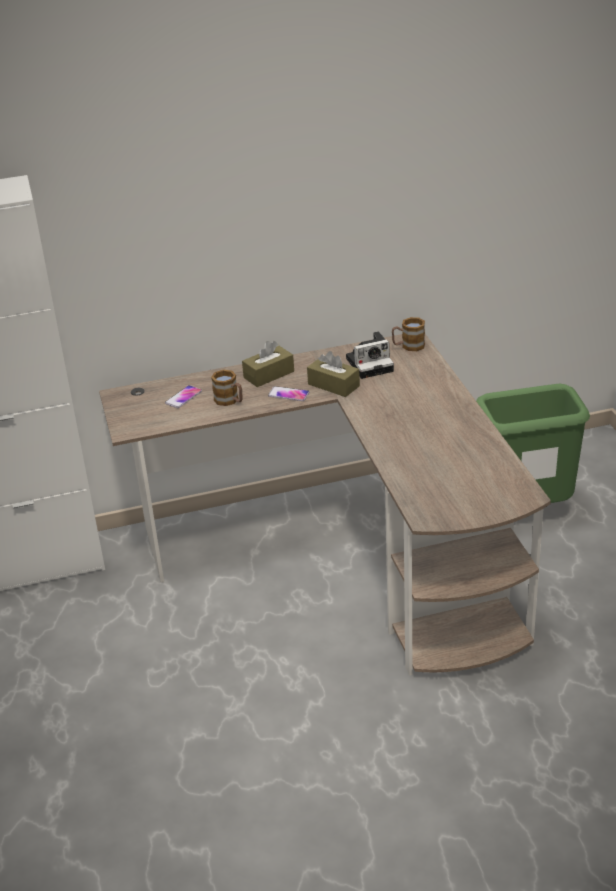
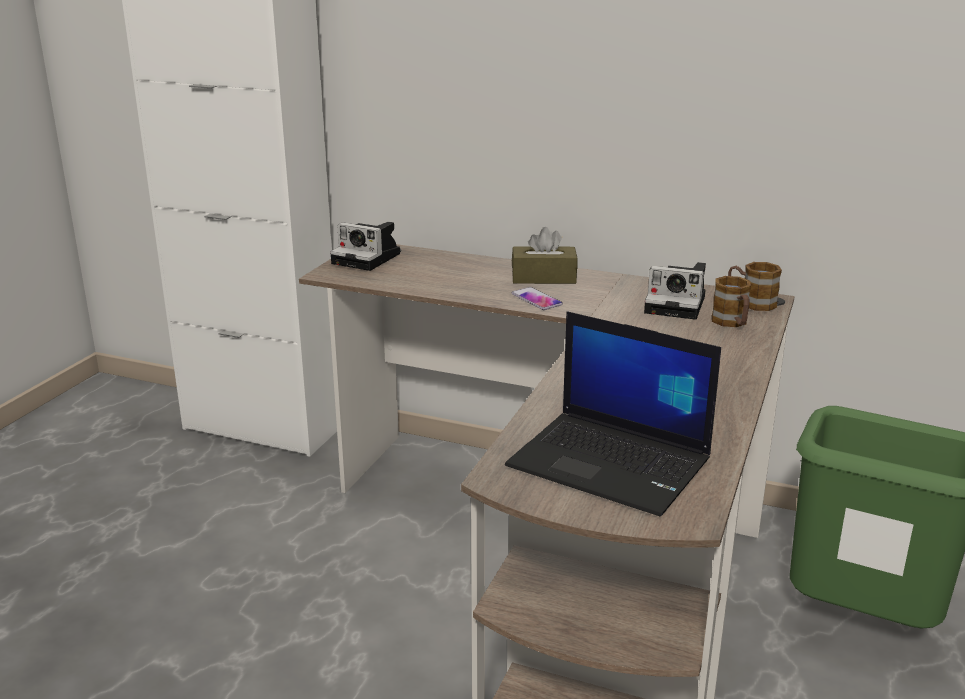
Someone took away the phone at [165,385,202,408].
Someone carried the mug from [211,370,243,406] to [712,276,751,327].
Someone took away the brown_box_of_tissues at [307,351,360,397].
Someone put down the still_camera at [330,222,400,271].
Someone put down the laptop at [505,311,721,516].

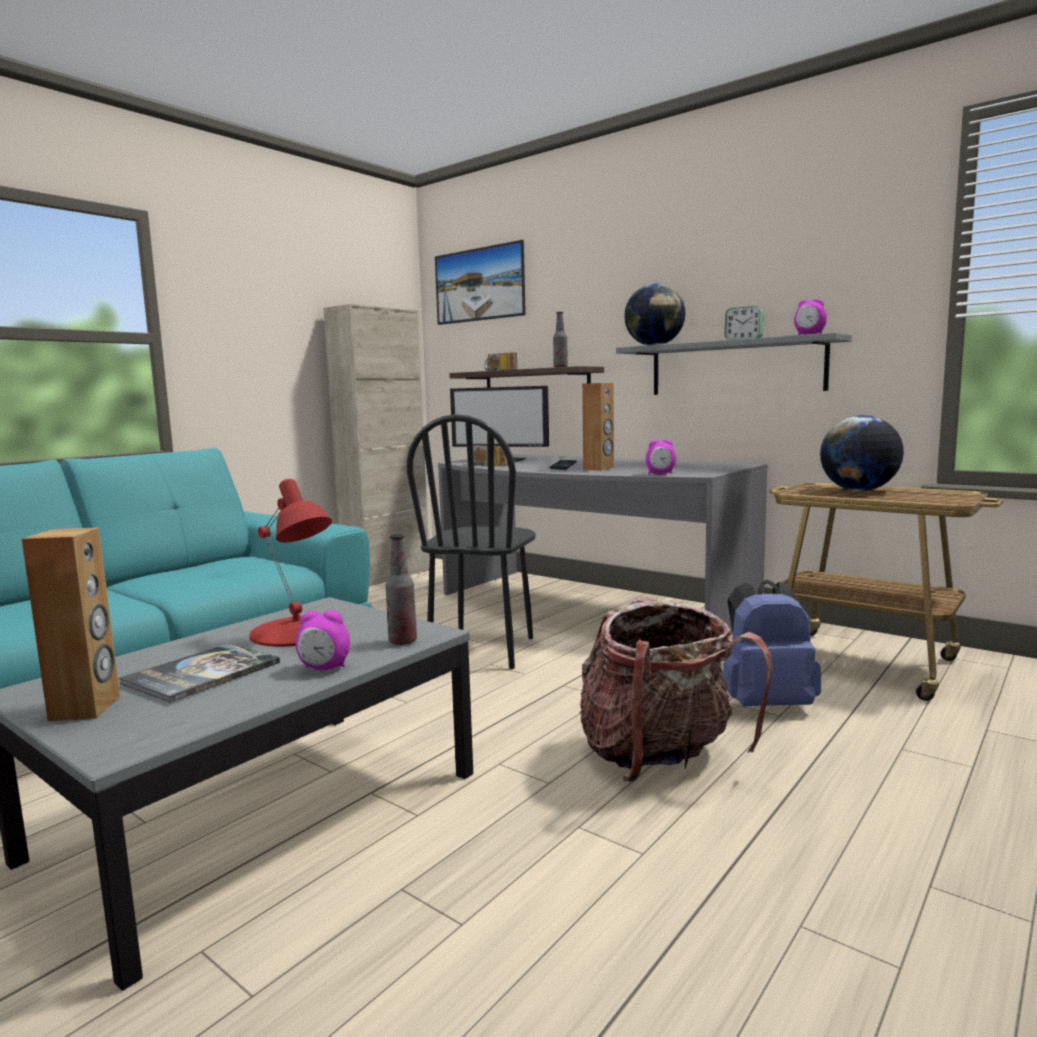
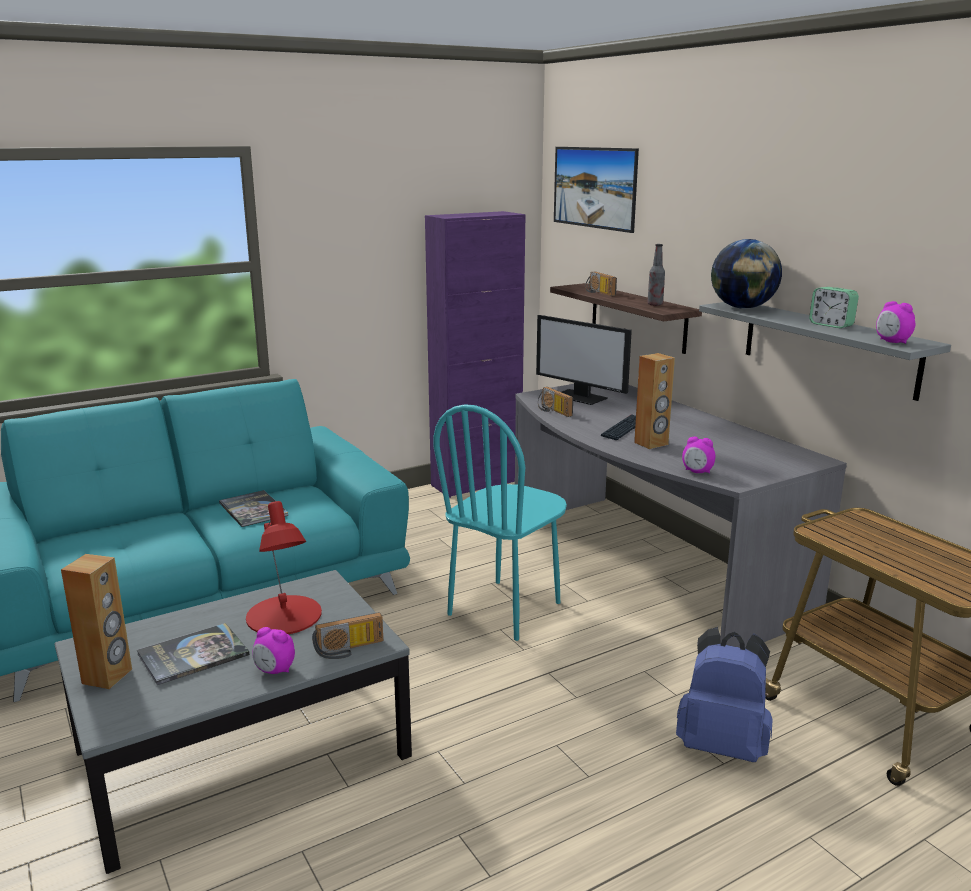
Someone repainted the beige-coloured_cabinet at [323,304,430,586], which became the purple_cabinet at [425,211,525,498].
Someone swapped the bottle at [386,534,417,645] for the radio_set at [312,612,383,659].
Someone repainted the black_plain_chair at [407,414,536,669], which became the blue-green_plain_chair at [434,404,567,641].
Someone took away the rucksack at [579,598,773,782].
Someone took away the world_globe at [820,415,904,491].
Someone put down the bound_book at [219,490,289,527].

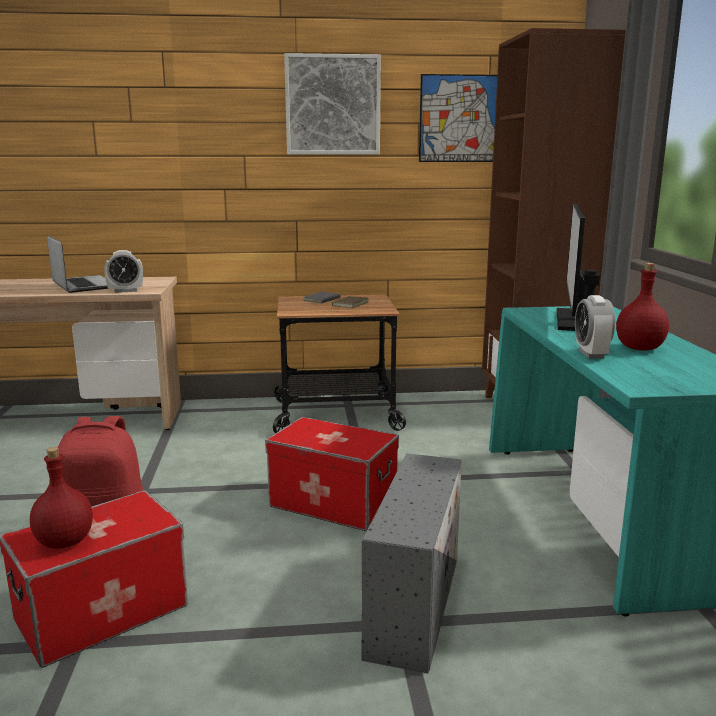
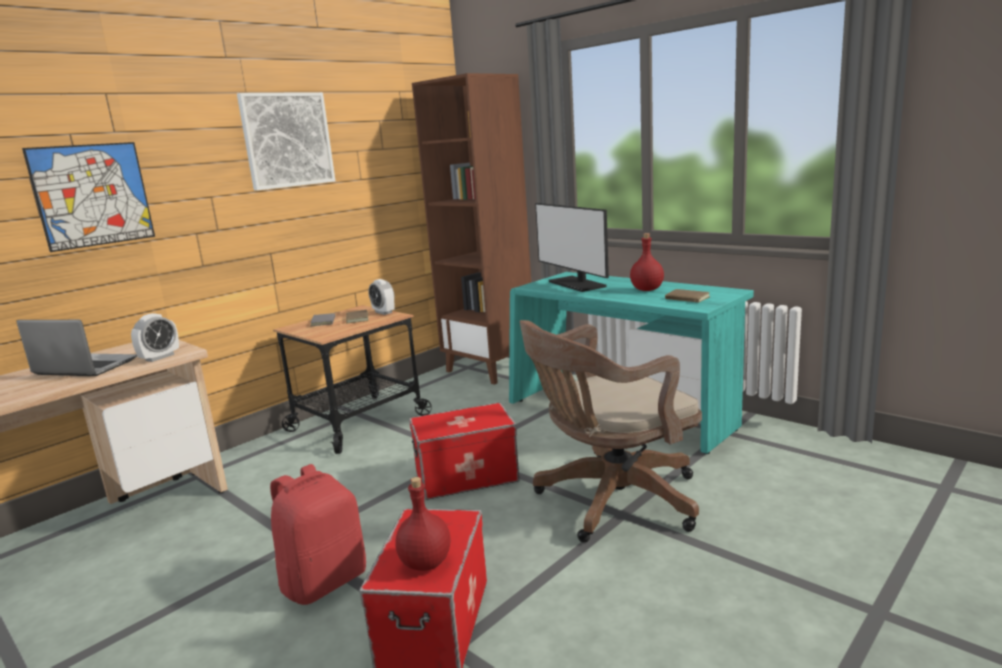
Someone swapped the grey_storage_bin at [362,453,462,673] for the brown_desk_chair at [520,320,702,543].
Someone carried the wall_picture from [419,74,497,162] to [22,142,155,252].
Someone carried the alarm_clock from [575,295,615,359] to [368,279,395,315].
Someone put down the brown_bound_book at [665,289,710,302].

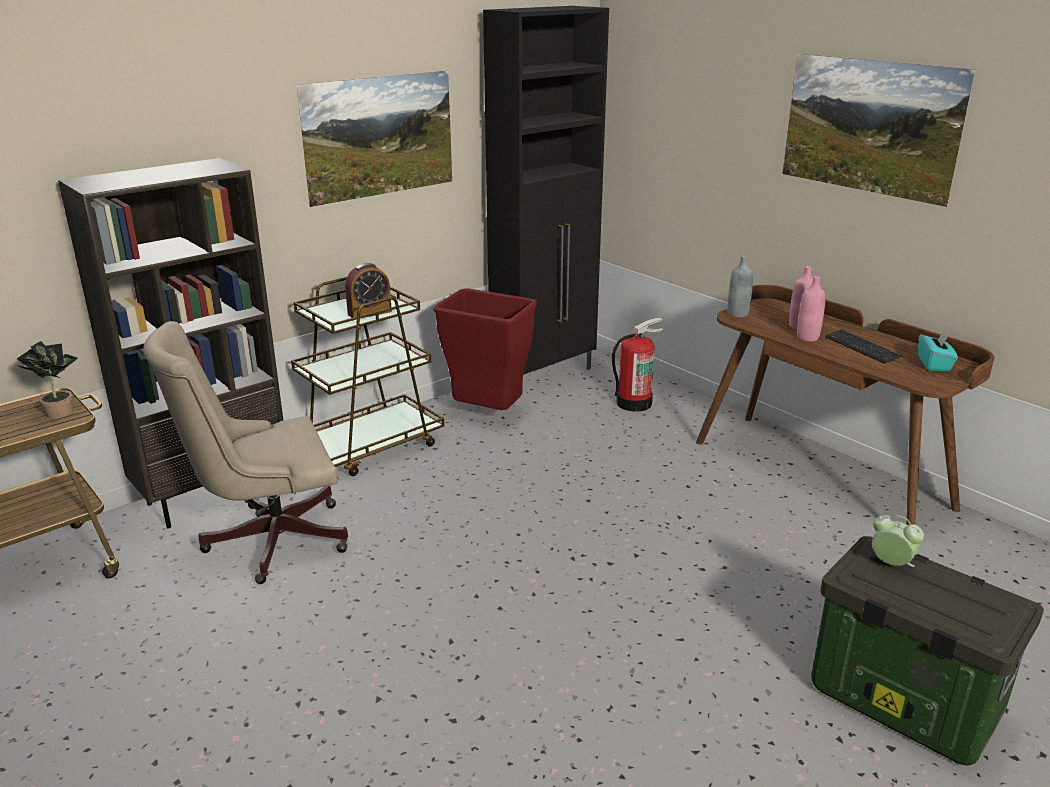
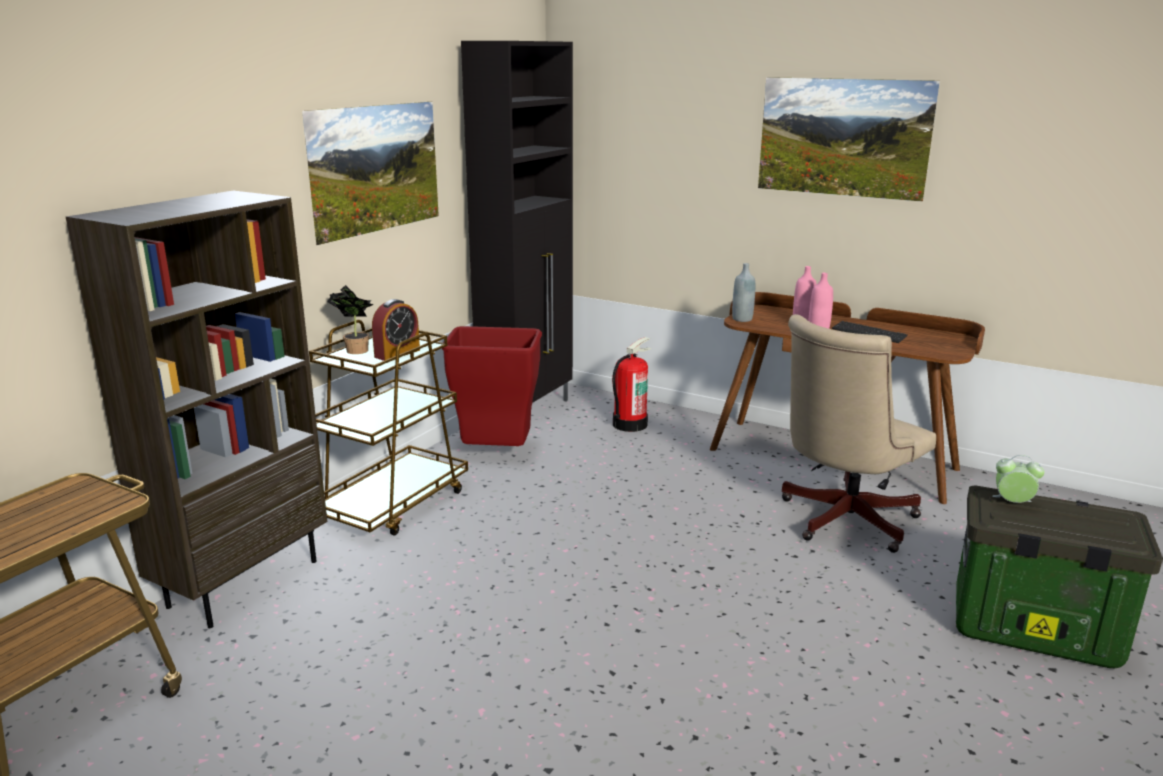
Someone carried the houseplant from [16,341,78,419] to [327,285,374,354].
Someone carried the beige-coloured_desk_chair from [143,321,348,584] to [782,314,936,553].
Someone took away the blue-green_box_of_tissues at [918,331,958,371].

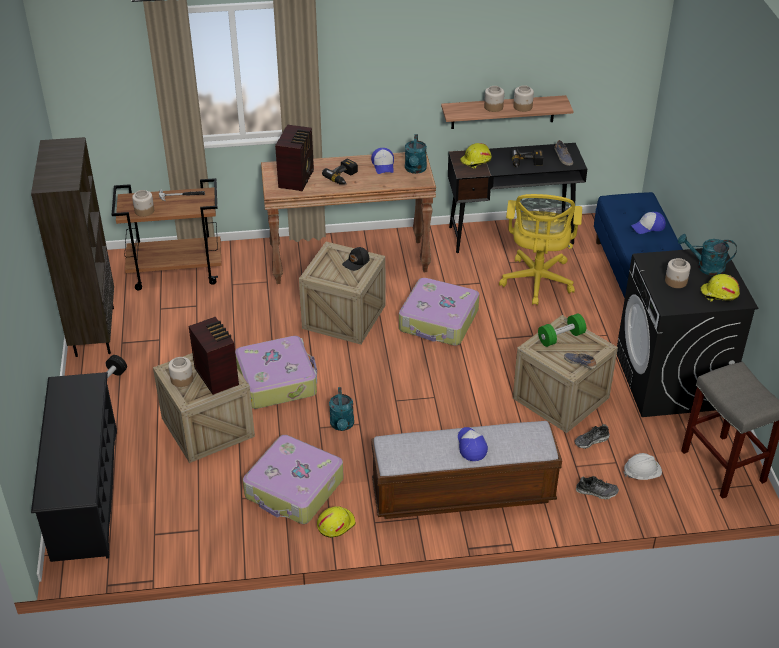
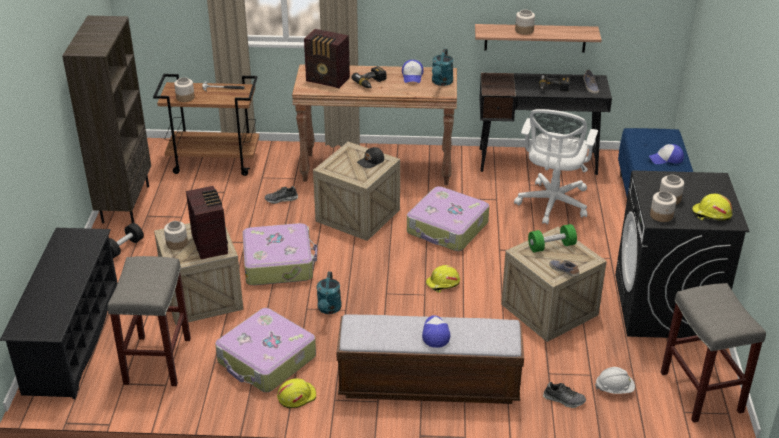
Someone rotated the radio_set at [275,125,314,191] by 90 degrees clockwise.
Someone carried the yellowish_safety_helmet from [460,143,492,168] to [426,265,460,293].
Someone repainted the yellowish_desk_chair at [499,194,582,305], which became the white_desk_chair at [514,109,598,225].
Someone carried the preserve_jar from [513,85,534,112] to [650,191,676,222].
Someone carried the low_shoe from [574,424,610,449] to [265,186,298,204].
Someone took away the blue-green_watering_can at [678,234,737,276].
Someone put down the grey_stool_seat at [108,256,191,386].

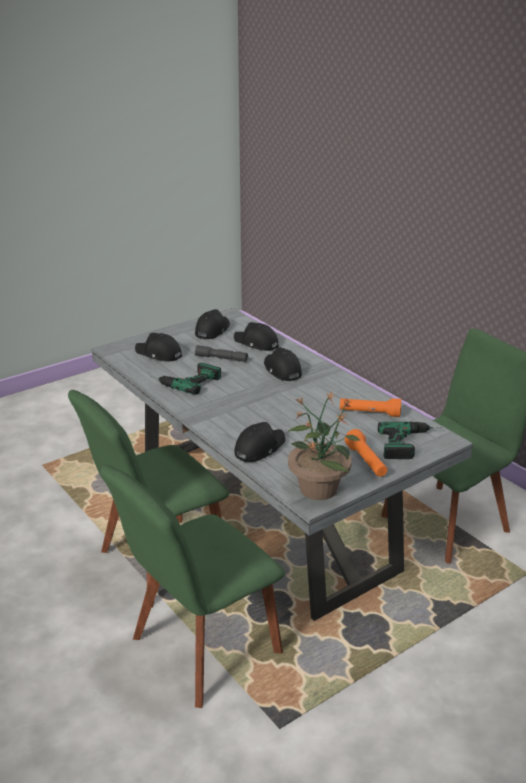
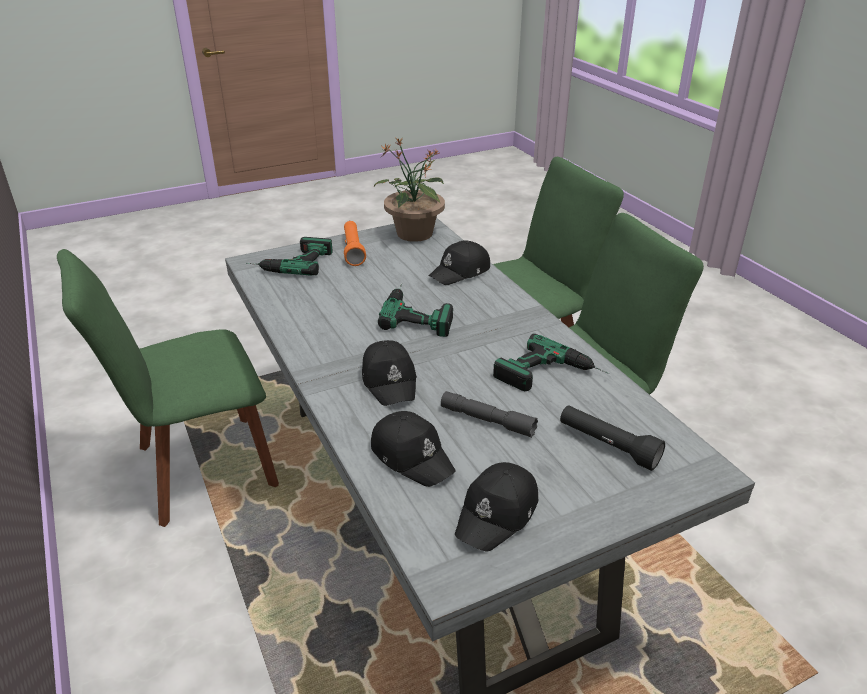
Someone swapped the black_baseball_cap at [135,333,182,361] for the black_flashlight at [560,405,665,471].
Someone took away the orange-coloured_flashlight at [340,398,401,417].
Someone put down the power_drill at [378,284,453,337].

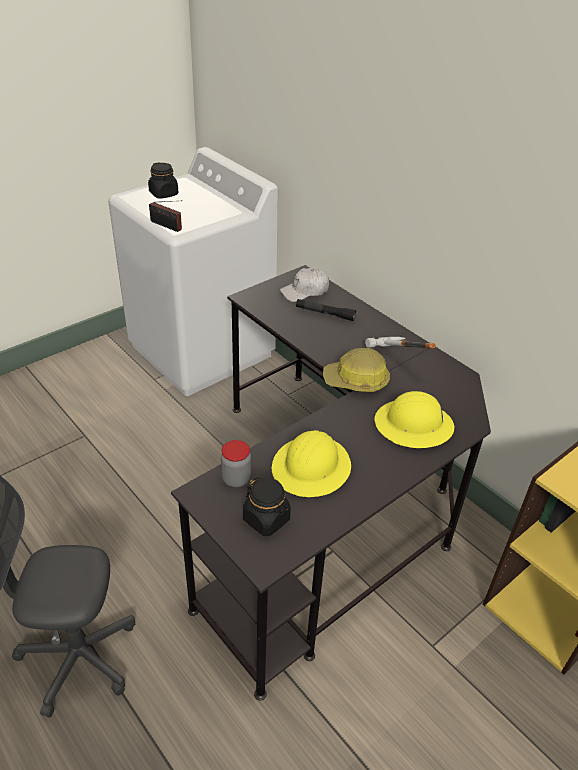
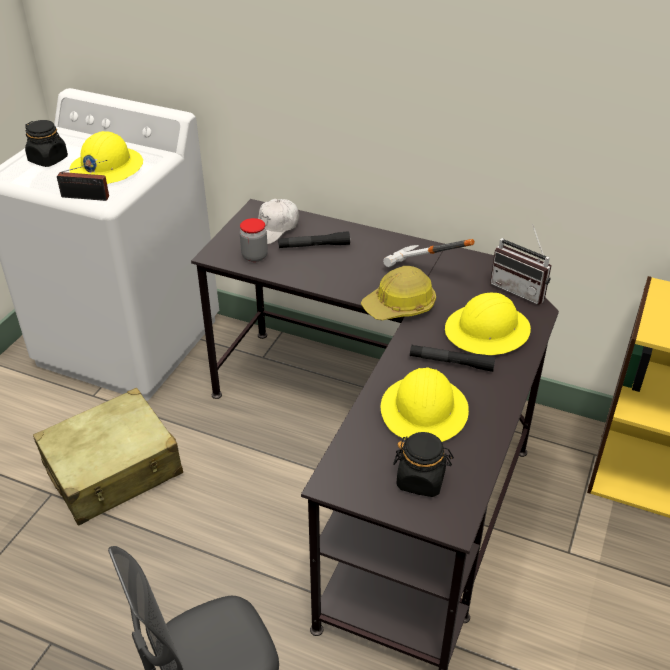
Someone carried the preserve_jar from [221,440,251,487] to [240,218,268,262].
Someone put down the beige-coloured_travel_case at [33,388,183,525].
Someone put down the yellowish_safety_helmet at [69,131,143,184].
Someone put down the black_flashlight at [410,345,496,372].
Someone put down the radio_set at [490,224,552,305].

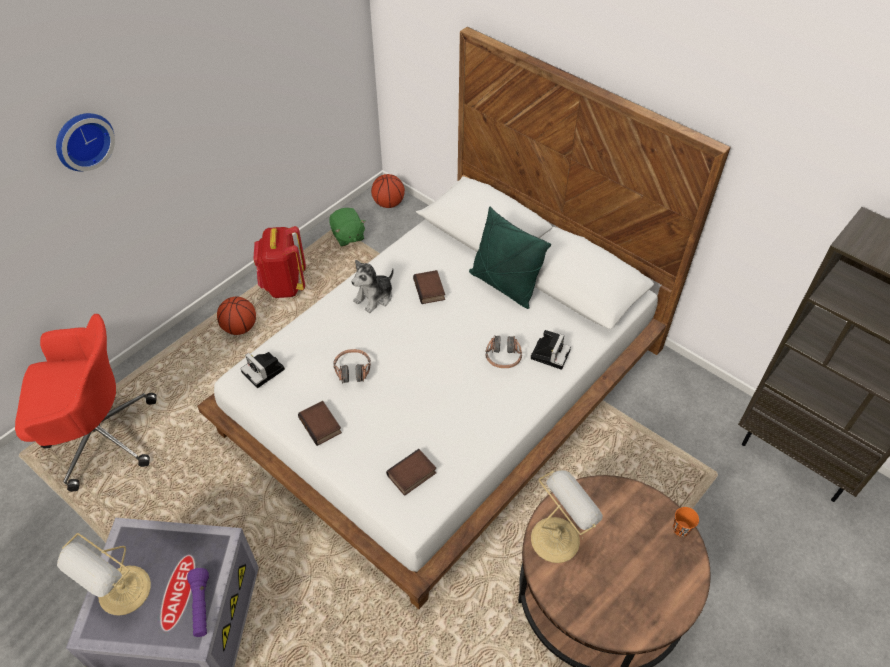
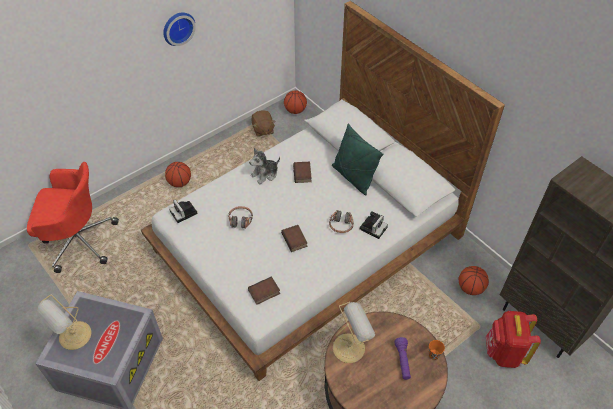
Someone carried the wall_clock from [56,113,115,172] to [163,12,196,46].
Someone carried the purple_flashlight from [187,568,209,637] to [395,337,411,380].
Someone carried the red-coloured_rucksack from [253,226,306,298] to [486,311,541,368].
Someone carried the bound_book from [298,401,342,446] to [281,225,308,252].
Someone repainted the green-coloured_cuddly_toy at [329,208,366,246], which became the brown_cuddly_toy at [251,110,275,137].
Someone put down the basketball at [459,266,489,295].

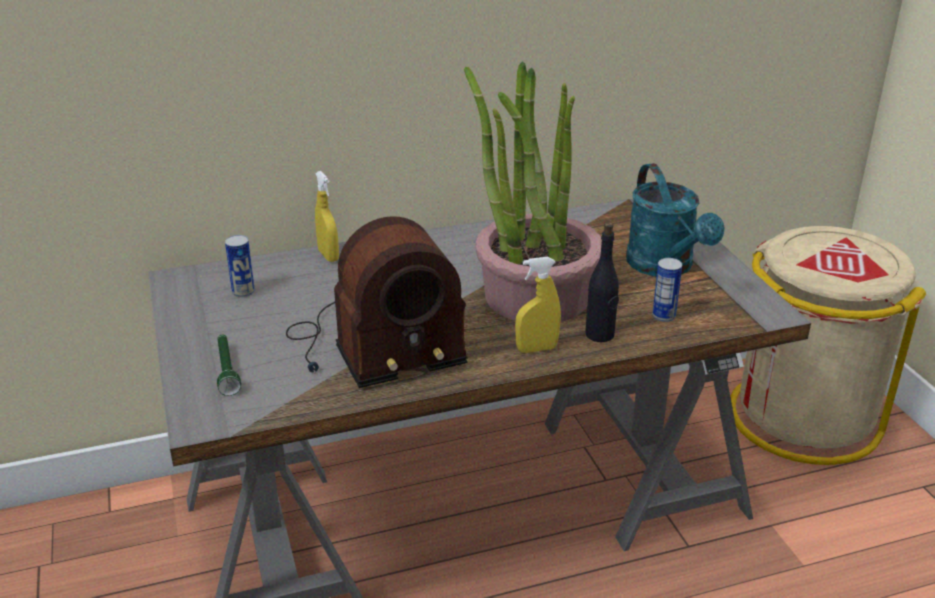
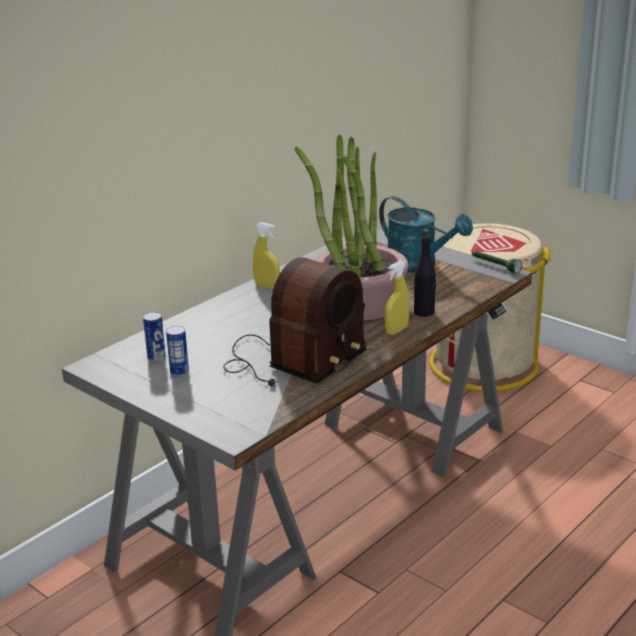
Someone carried the green-coloured_flashlight from [217,335,241,396] to [472,251,522,274].
Someone carried the yellowish_spray_bottle from [315,171,339,262] to [253,222,280,289].
Someone carried the sealed_can from [652,258,682,322] to [166,326,189,378].

